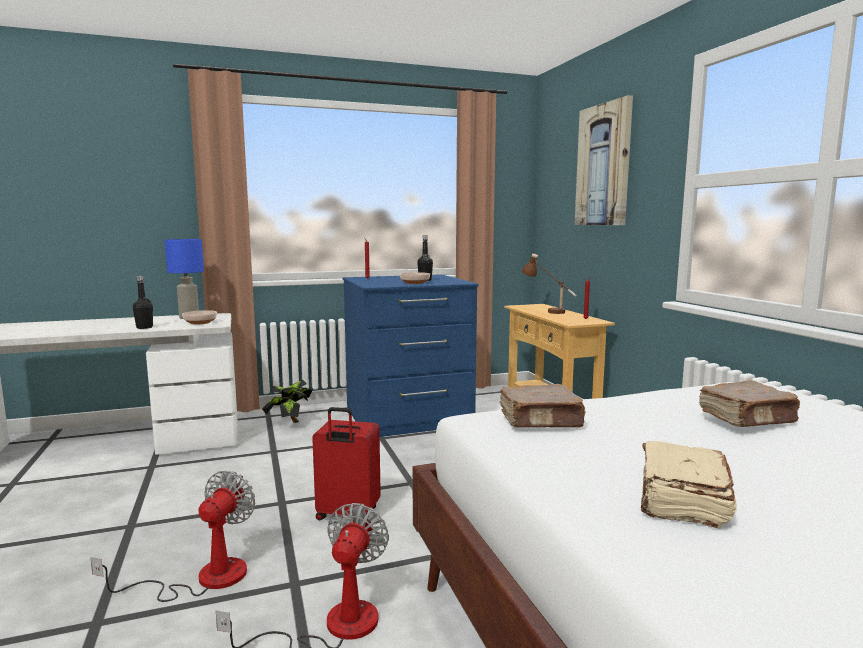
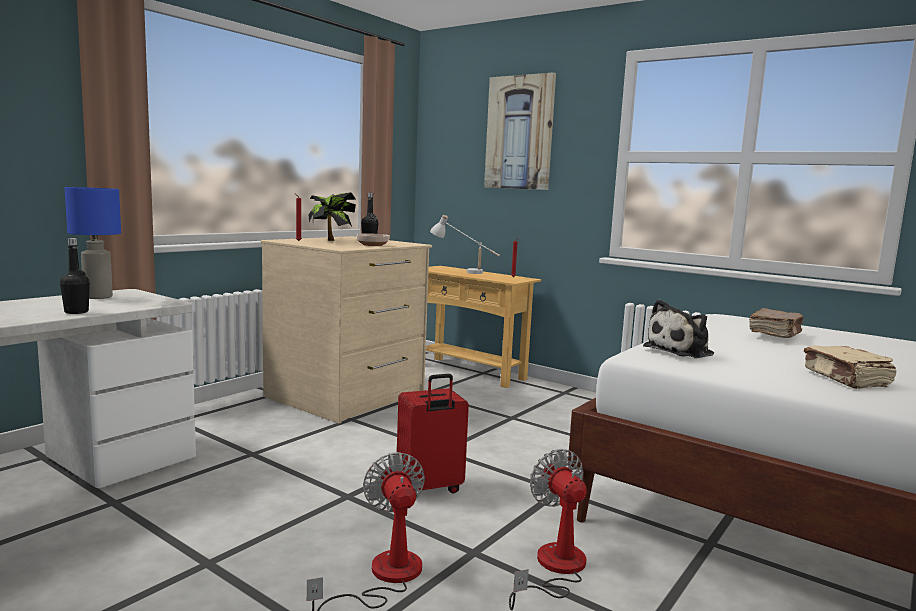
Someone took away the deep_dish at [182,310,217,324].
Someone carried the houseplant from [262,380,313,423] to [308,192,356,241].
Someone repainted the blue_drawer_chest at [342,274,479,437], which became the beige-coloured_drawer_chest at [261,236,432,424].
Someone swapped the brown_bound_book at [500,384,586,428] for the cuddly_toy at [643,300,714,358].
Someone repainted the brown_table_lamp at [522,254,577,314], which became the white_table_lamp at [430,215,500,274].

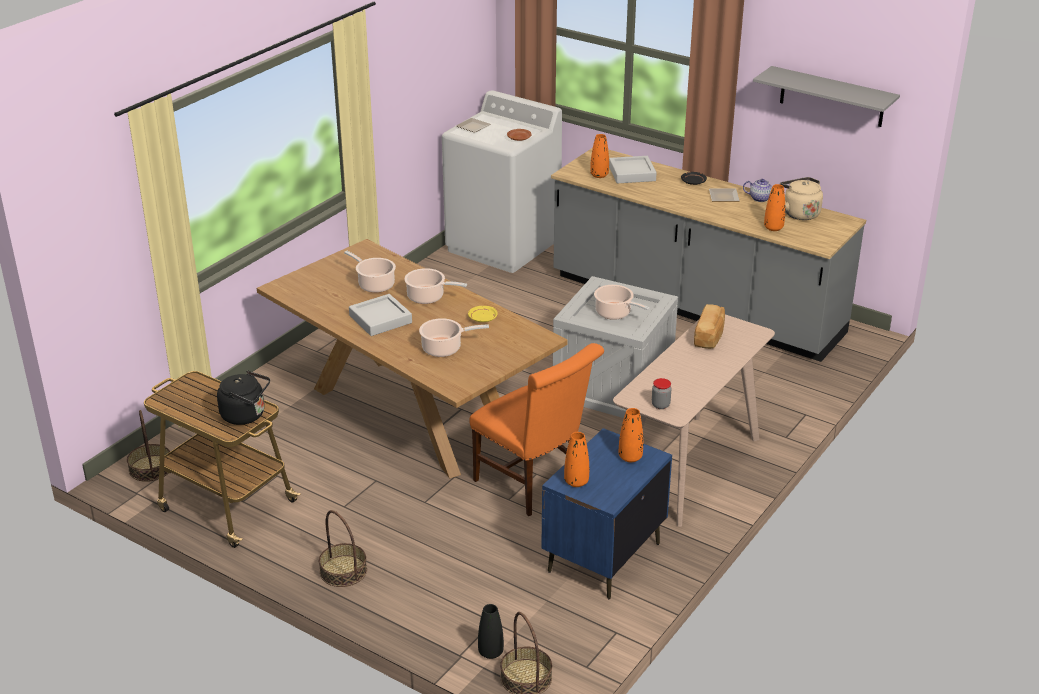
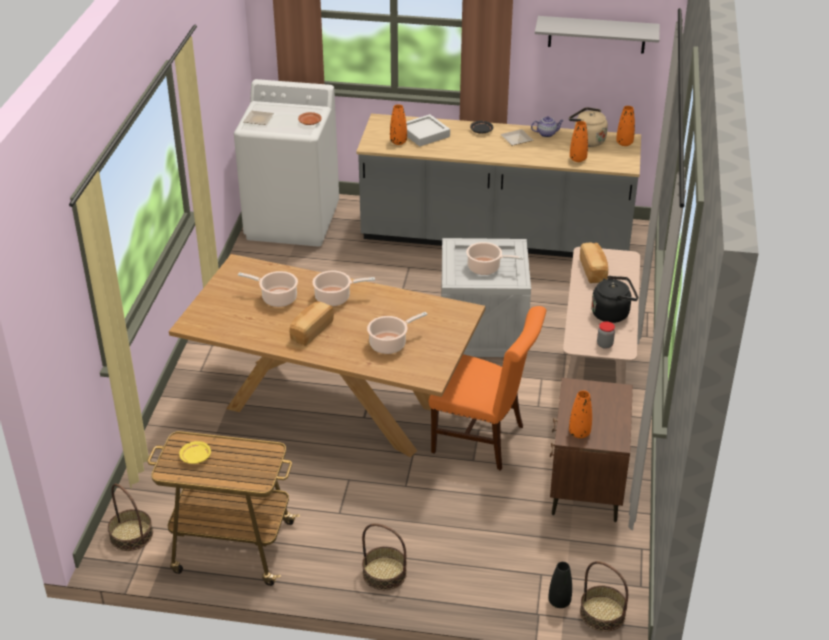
Someone carried the black_kettle from [217,371,270,425] to [591,276,638,323].
Someone swapped the grey_carrying_tray at [349,294,412,336] for the baked_bread at [290,301,334,346].
Someone carried the yellowish_flat_dish from [468,306,498,322] to [179,441,211,464].
Someone repainted the blue_nightstand at [541,428,672,599], which became the brown_nightstand at [550,378,633,522].
Someone carried the orange-coloured_flower_vase from [619,408,643,463] to [616,106,635,146].

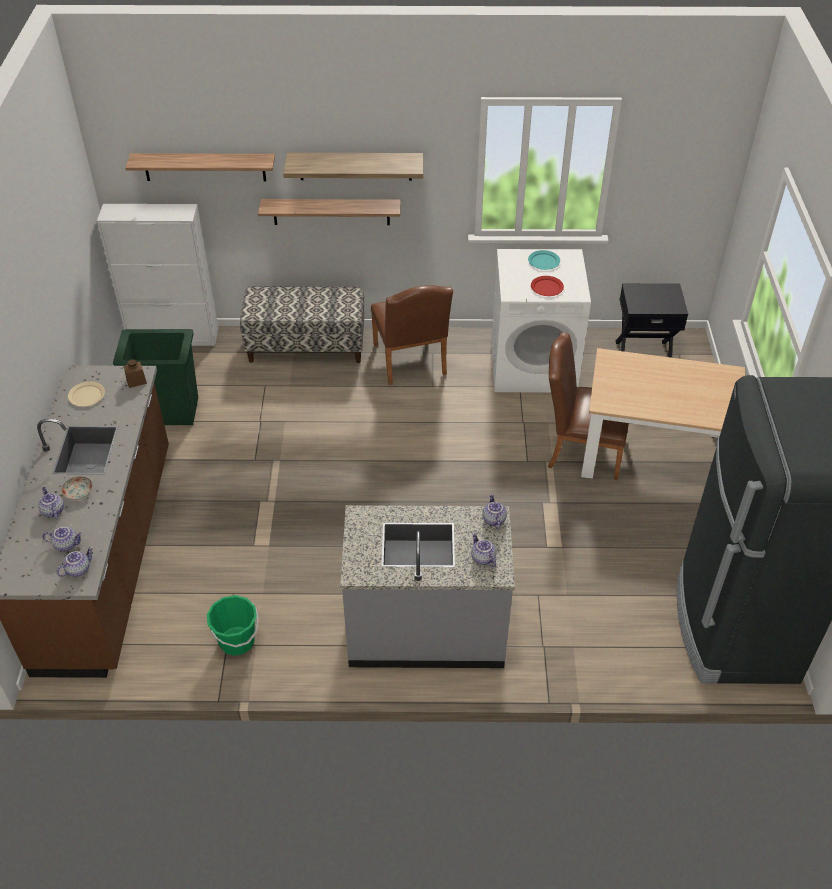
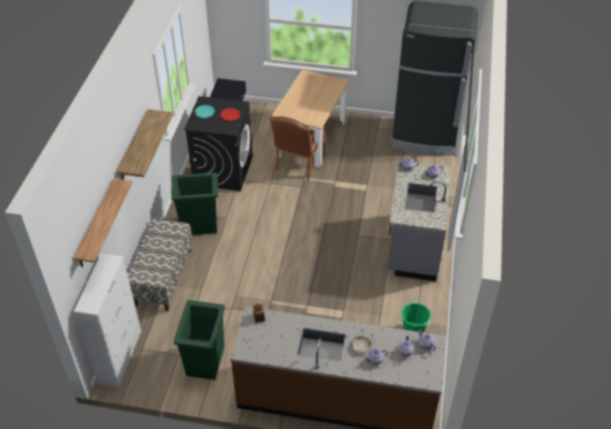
Someone took away the beige-coloured_flat_dish at [68,381,105,407].
Someone took away the bracket_shelf at [258,199,401,225].
Someone swapped the brown_plain_chair at [371,285,453,385] for the green-coloured_trash_can at [171,173,218,235].
Someone repainted the white_laundry_machine at [491,249,591,393], which became the black_laundry_machine at [184,96,253,191].

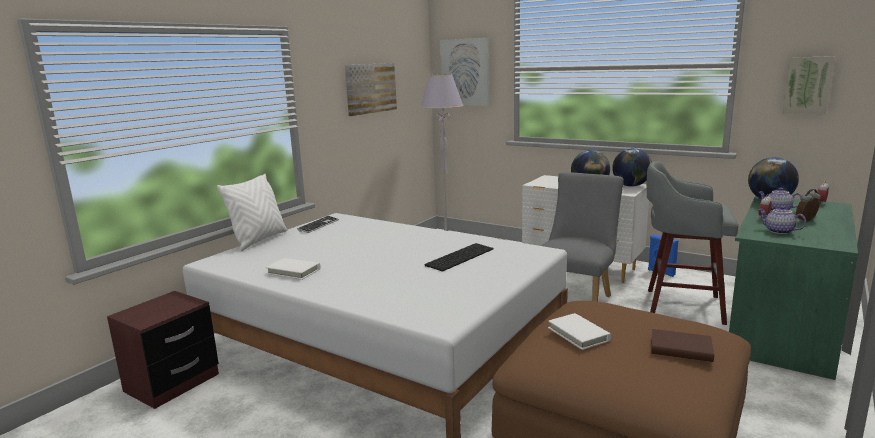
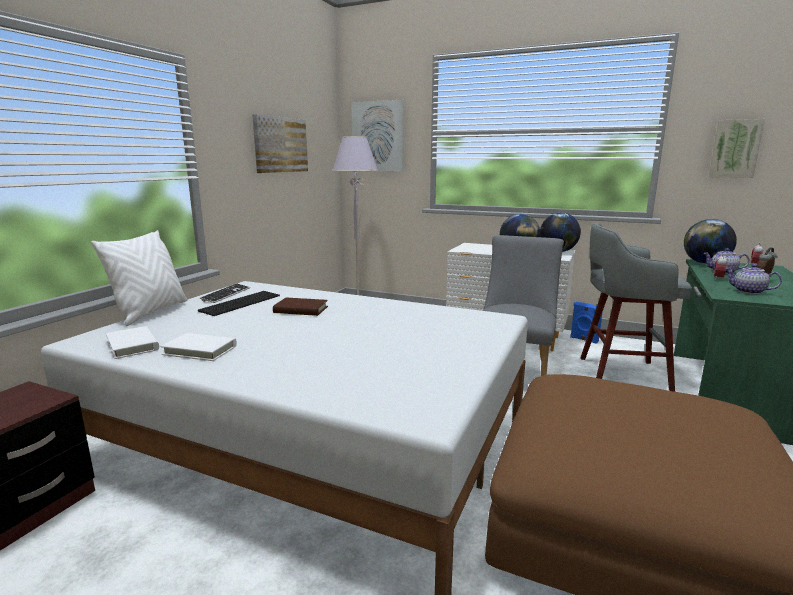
Someone carried the PC_keyboard from [425,243,493,271] to [198,291,280,316].
Someone carried the white_bound_book from [548,313,611,350] to [106,326,159,359].
Someone carried the brown_bound_book from [651,329,714,362] to [273,298,328,316].

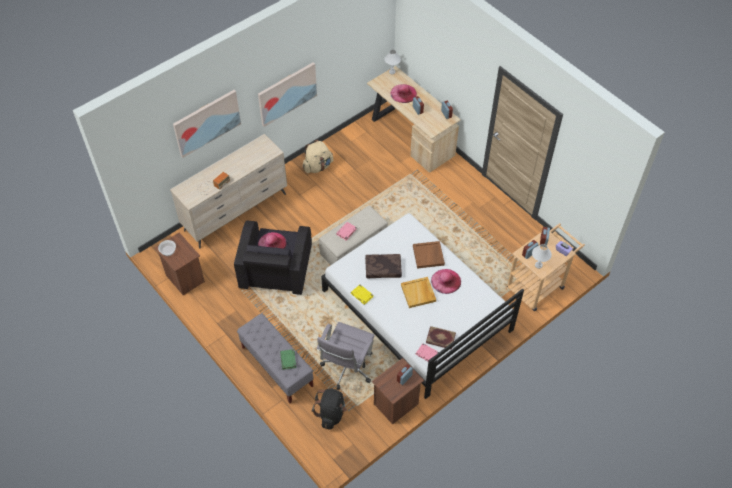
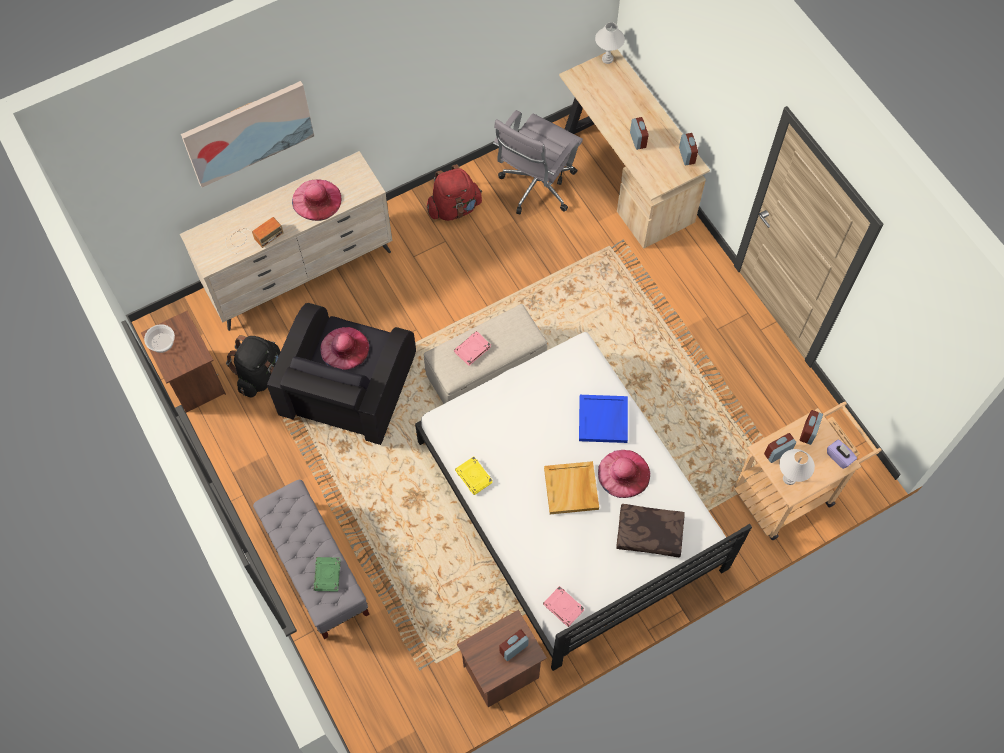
Someone took away the wall_picture at [258,62,317,127].
Someone repainted the beige-coloured_rucksack at [302,140,333,173], which became the red-coloured_rucksack at [427,164,482,221].
Someone carried the black_rucksack from [312,388,347,430] to [226,335,280,397].
Someone carried the grey_desk_chair from [317,322,375,390] to [493,110,583,214].
Someone carried the brown_pillow from [365,254,402,278] to [616,504,685,557].
Someone carried the pink-coloured_wearable_hat from [390,84,417,103] to [292,179,341,221].
Someone repainted the brown_carrying_tray at [413,241,445,269], which became the blue_carrying_tray at [579,395,628,443].
Someone took away the bound_book at [426,326,456,350].

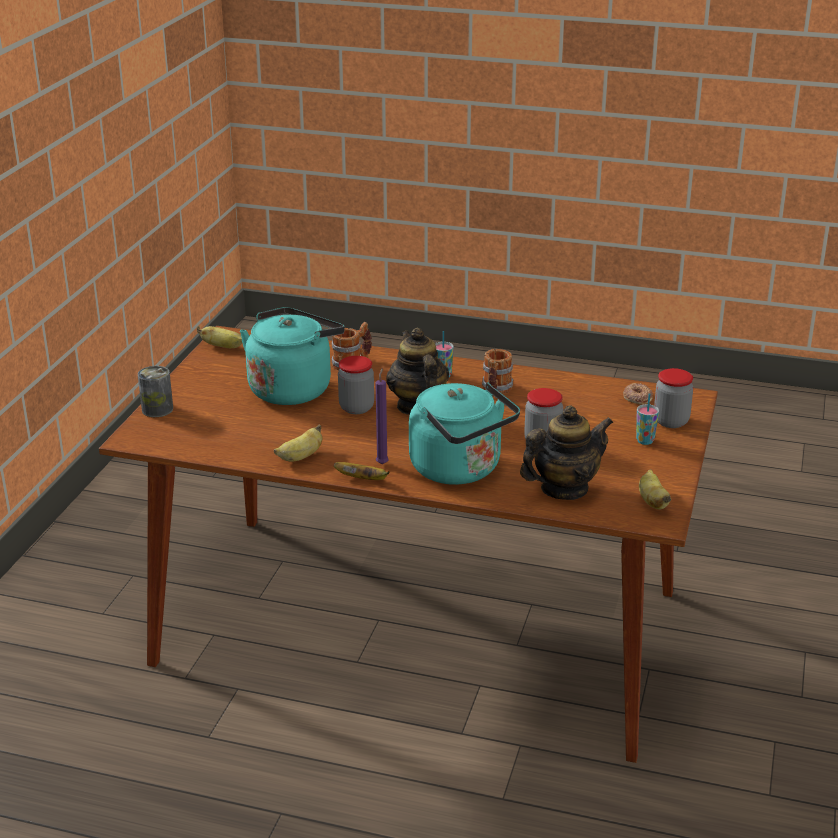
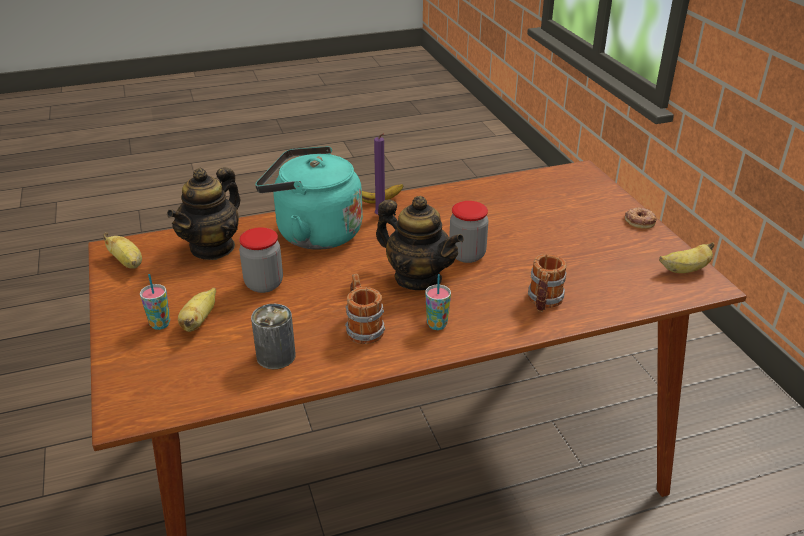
Someone carried the sealed_can from [138,366,173,417] to [251,304,296,369].
Someone took away the blue-green_kettle at [240,307,345,405].
Someone carried the whole_banana from [274,424,322,462] to [178,288,216,332].
Someone carried the donut from [623,383,653,405] to [625,208,657,229].
Someone took away the preserve_jar at [654,368,693,428].

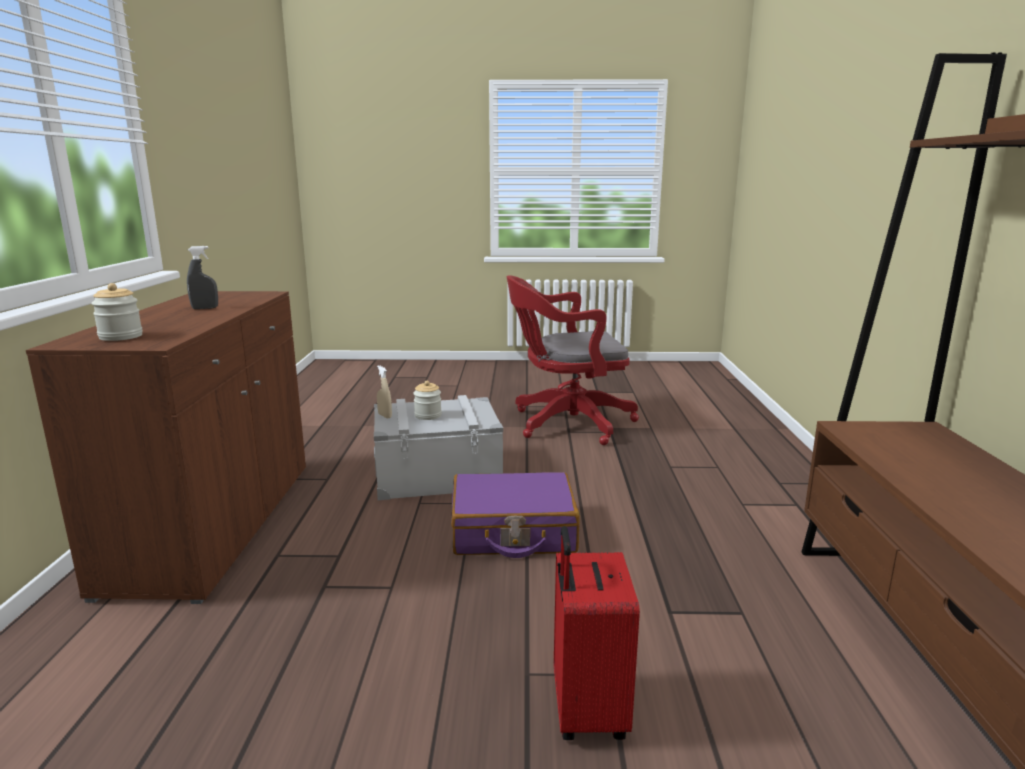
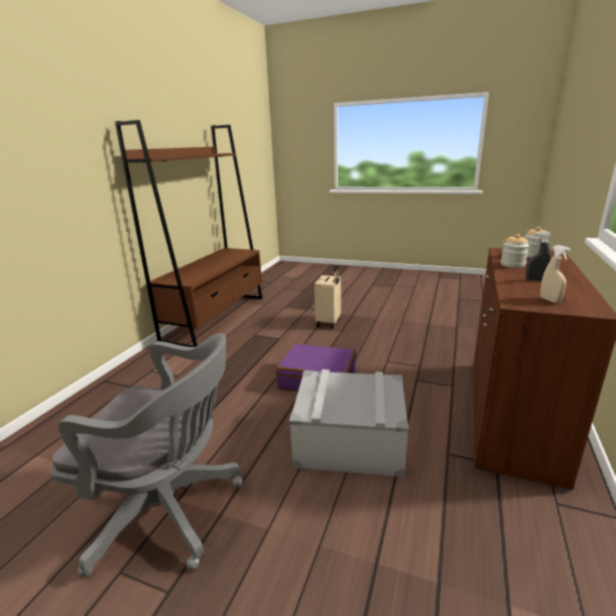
Someone carried the beige-coloured_spray_bottle from [377,365,392,419] to [540,245,571,303].
Someone carried the preserve_jar from [413,381,442,420] to [501,234,529,268].
Someone repainted the red-coloured_desk_chair at [507,275,639,445], which became the grey_desk_chair at [51,333,243,577].
Someone repainted the red-coloured_travel_case at [554,526,640,740], which became the beige-coloured_travel_case at [314,266,341,328].

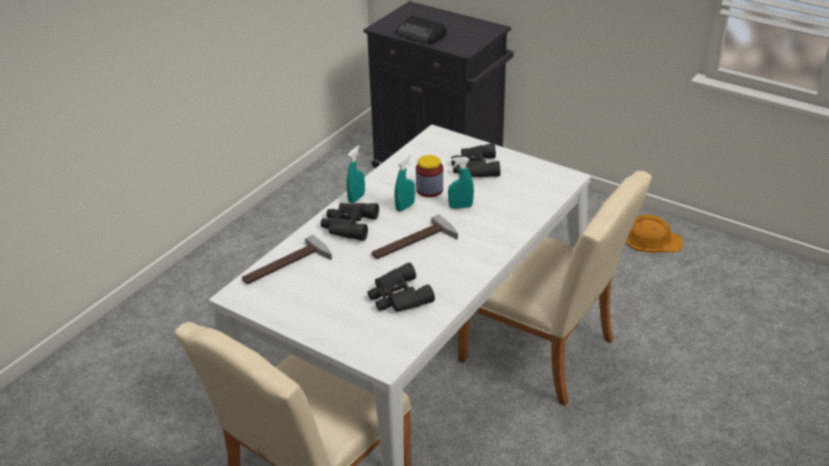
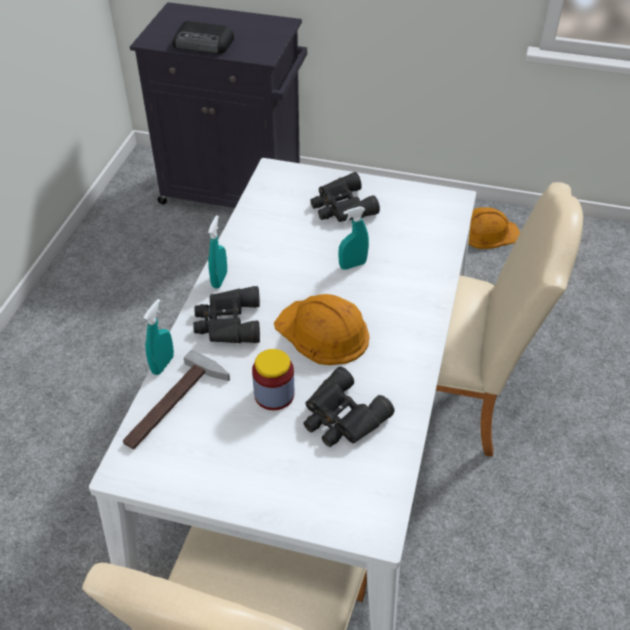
Someone swapped the tool_hammer at [371,214,458,259] for the orange-coloured_safety_helmet at [274,294,370,365].
Someone carried the blue-green_spray_bottle from [394,154,415,212] to [143,299,174,375].
Someone carried the preserve_jar from [416,155,443,197] to [252,349,294,410].

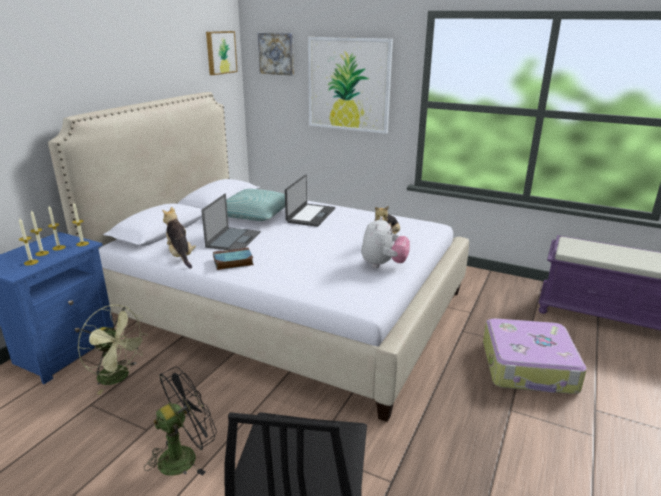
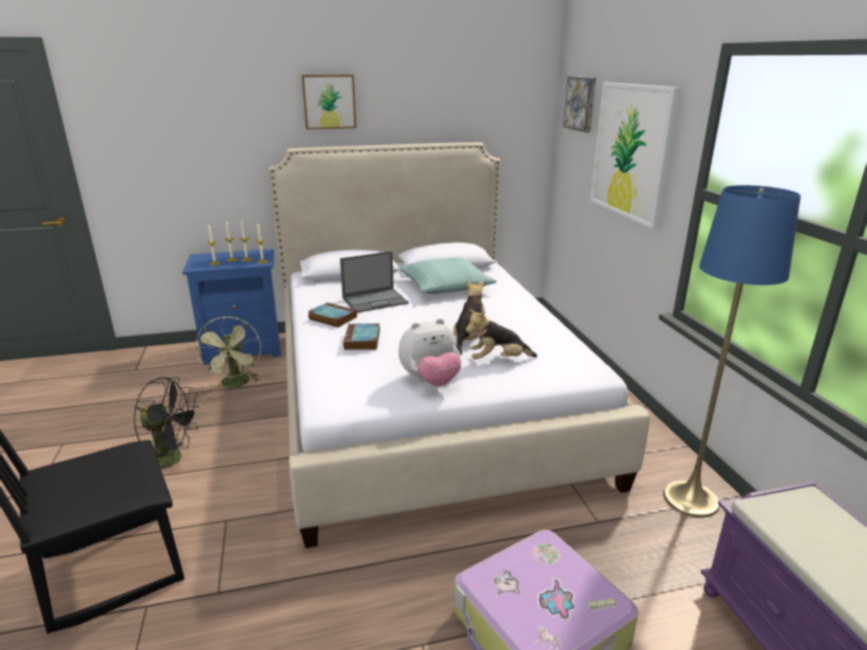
Someone carried the cuddly_toy from [162,207,196,269] to [453,281,485,355].
Someone carried the wall_picture from [206,31,238,75] to [302,75,356,129].
Someone took away the laptop at [285,175,335,227].
Someone put down the bound_book at [343,323,380,350].
Someone put down the blue_floor_lamp at [663,185,801,518].

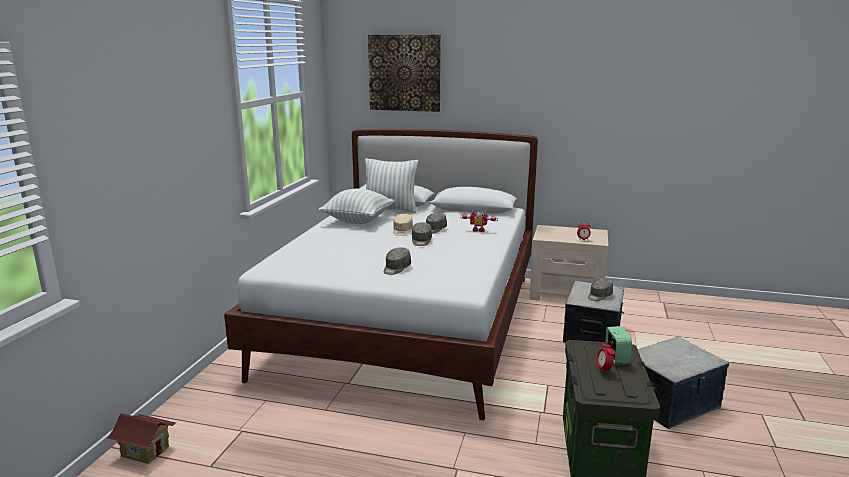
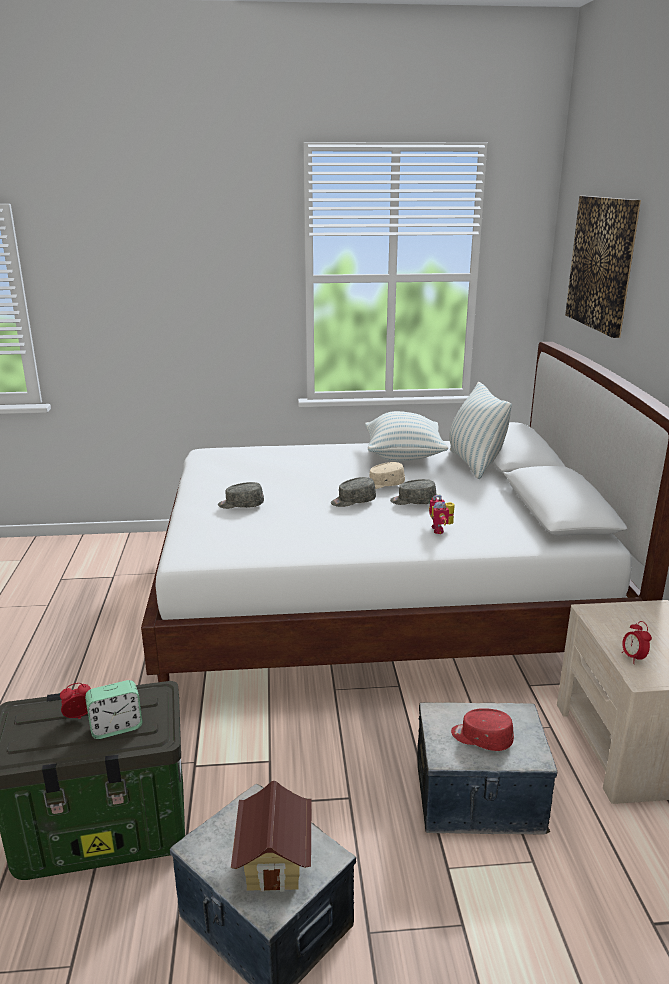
Someone carried the model_house from [107,413,176,464] to [231,781,312,892].
Someone repainted the grey_baseball_cap at [588,278,613,301], which became the red-coloured_baseball_cap at [451,708,514,751].

